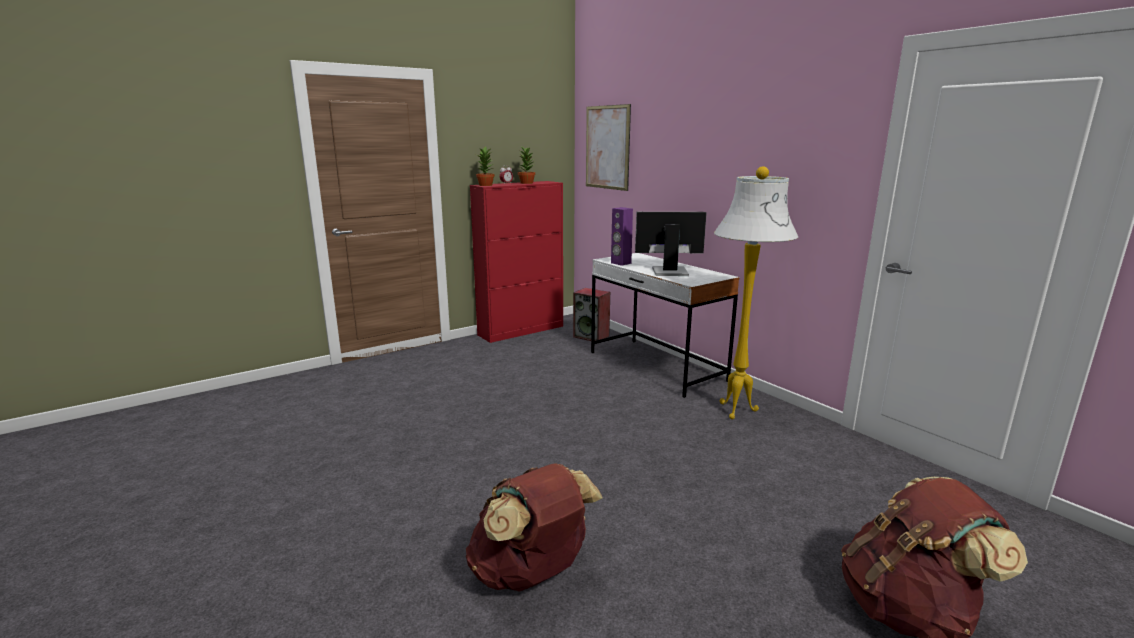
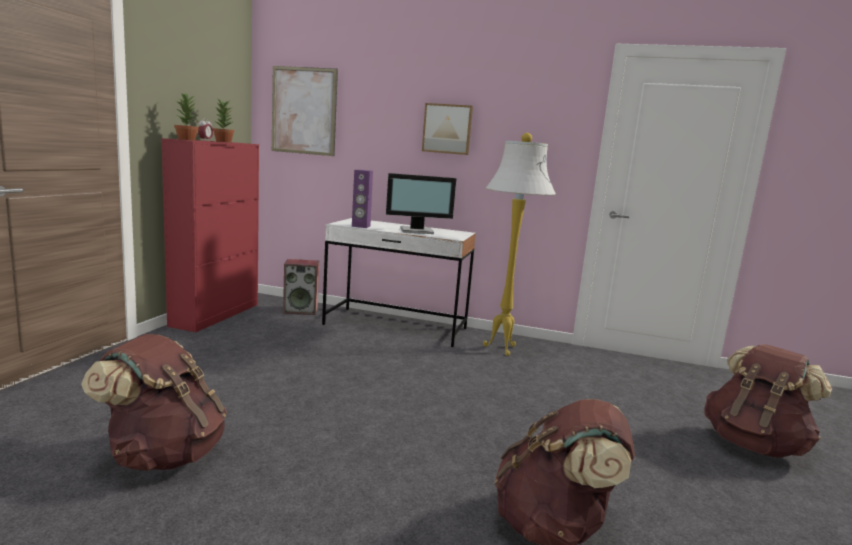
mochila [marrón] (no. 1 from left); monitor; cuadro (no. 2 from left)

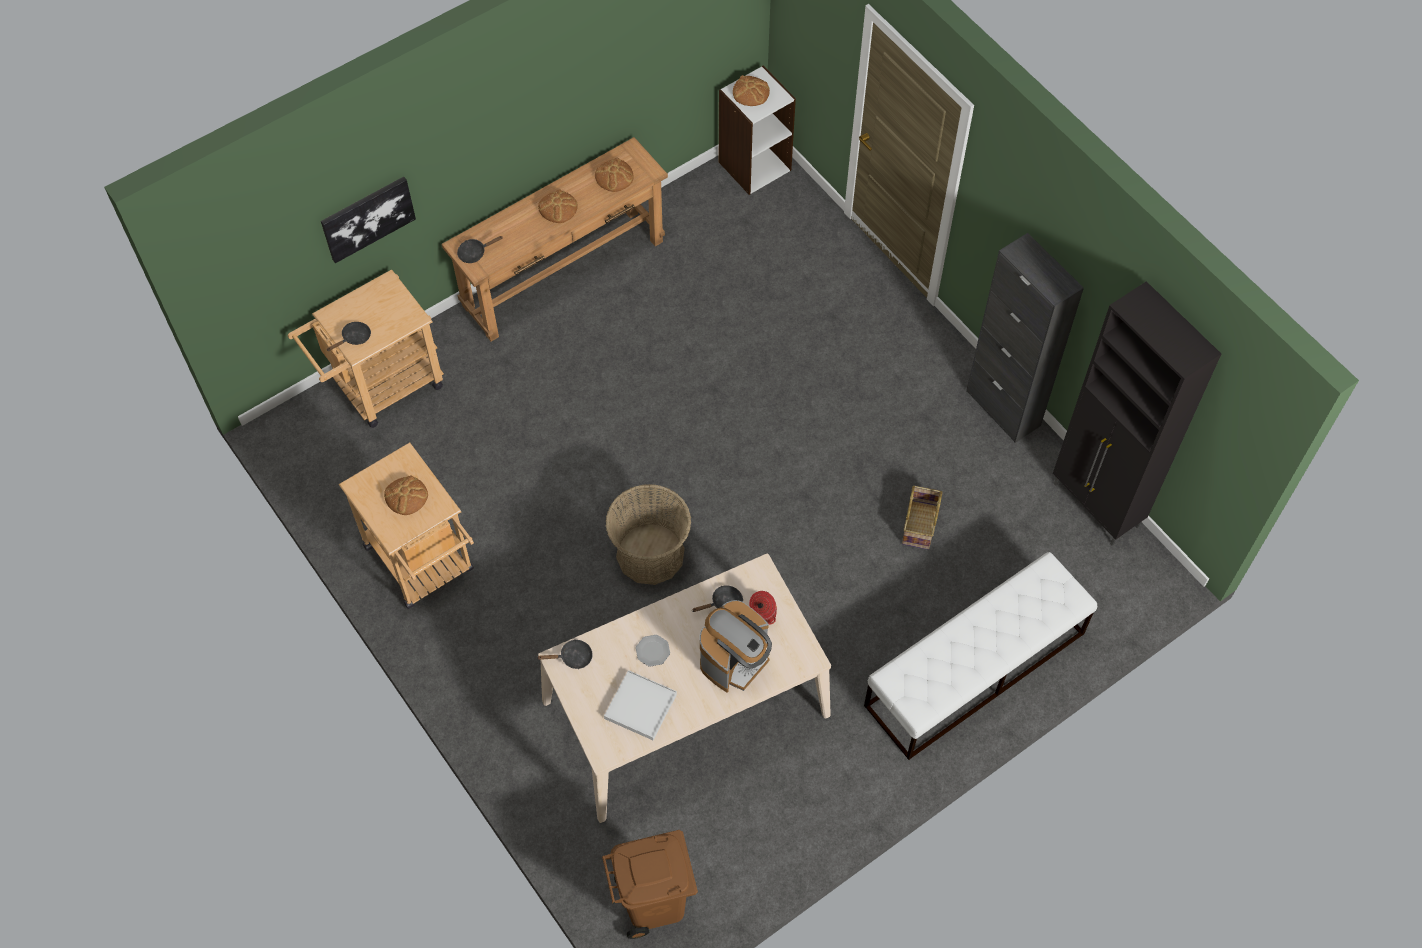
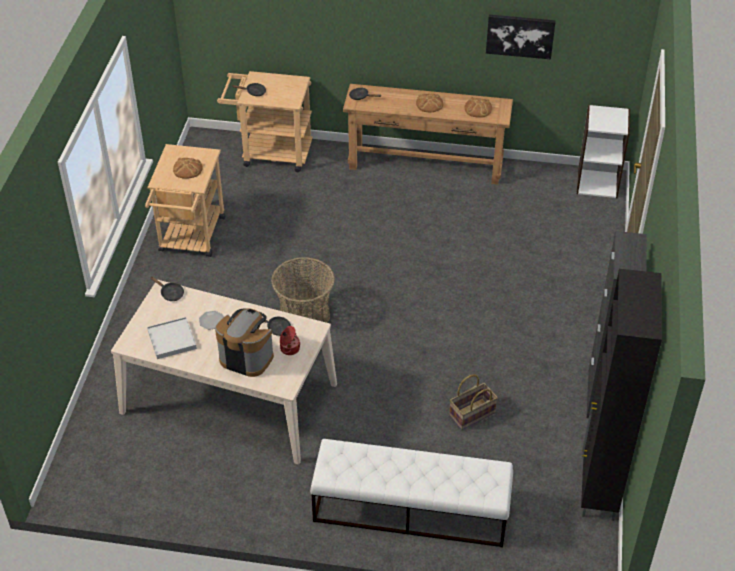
cafetera; cuadro; papelera [marrón]; pan (no. 4 from left in the first image)

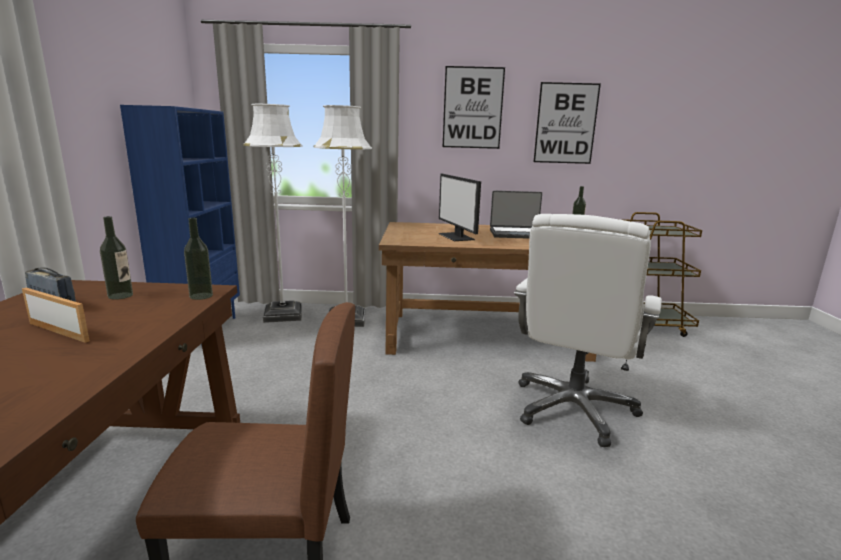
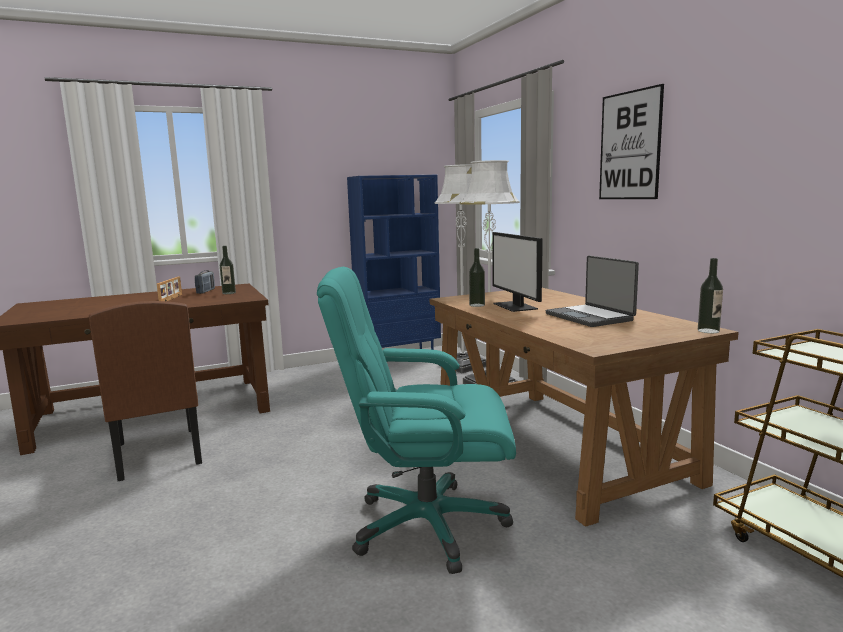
silla de oficina [turquesa]; botella (no. 2 from left); monitor; cuadro (no. 2 from left in the first image)

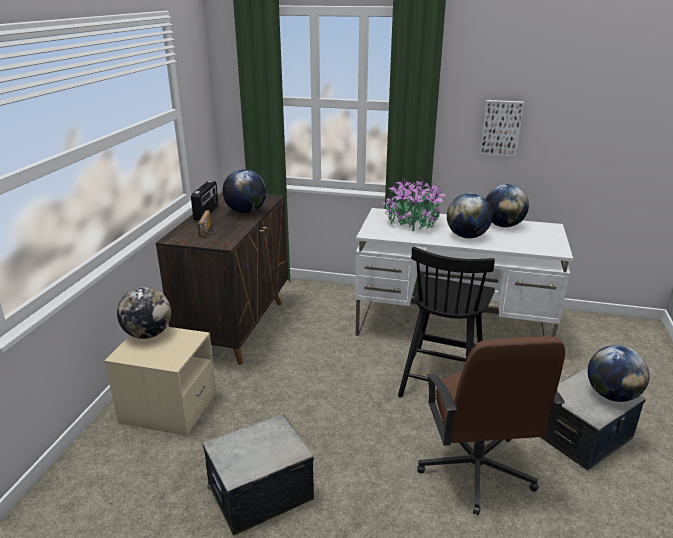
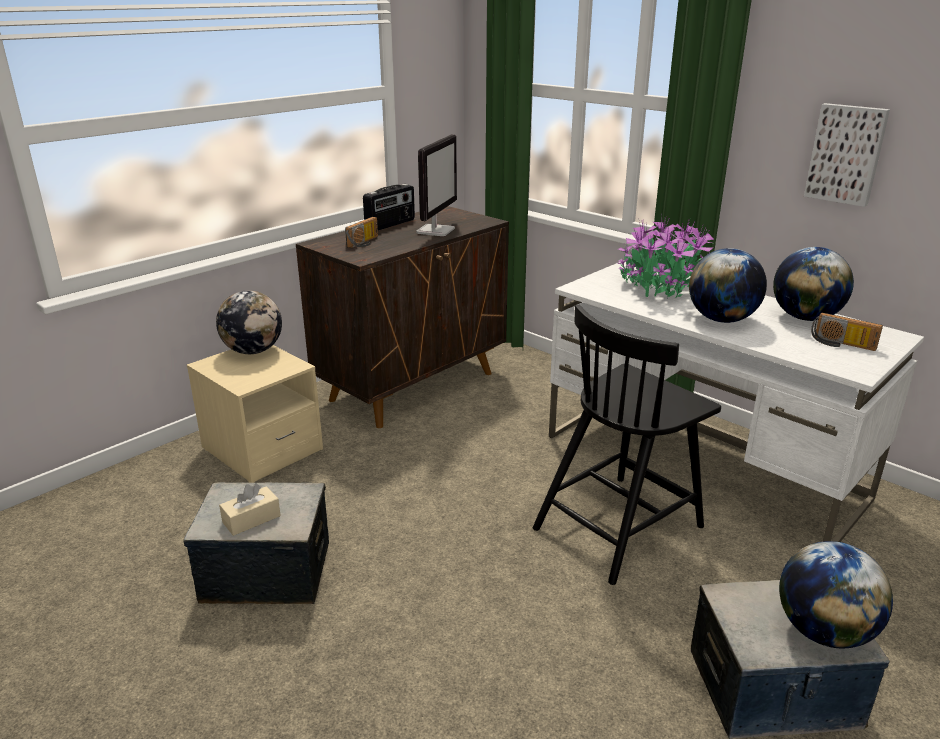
caja de pañuelos [beis]; monitor; radio (no. 3 from left); silla de oficina [marrón]

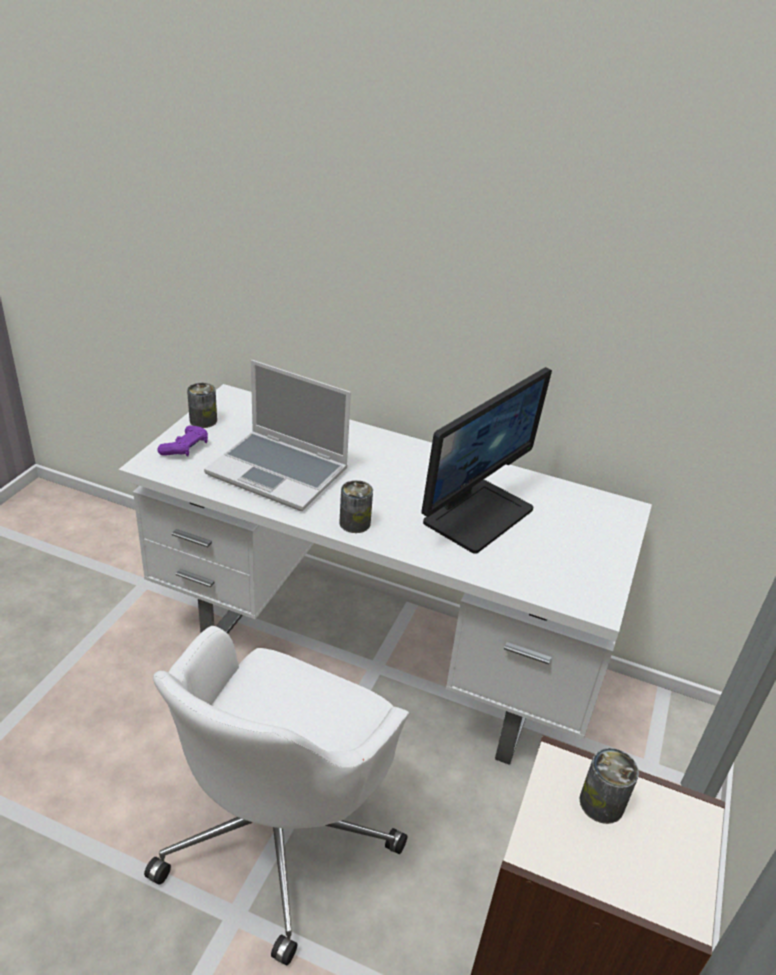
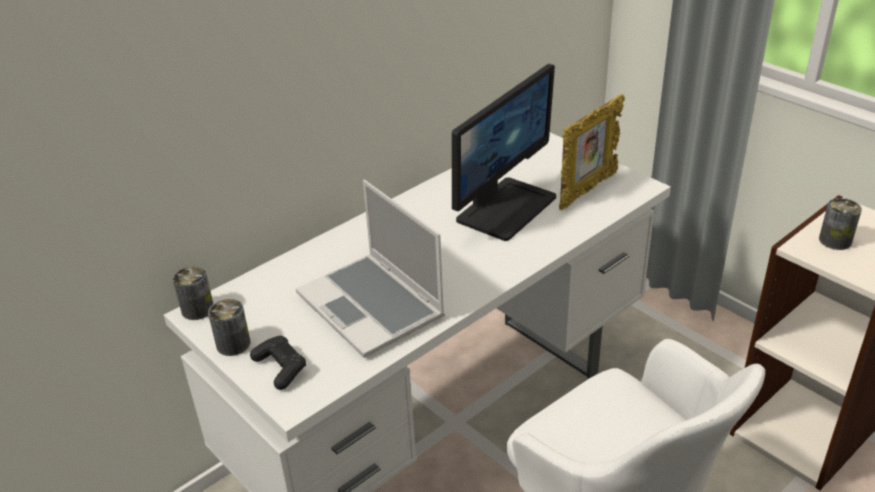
lata (no. 1 from left); mando de consola [negro]; portátil; monitor; portarretratos

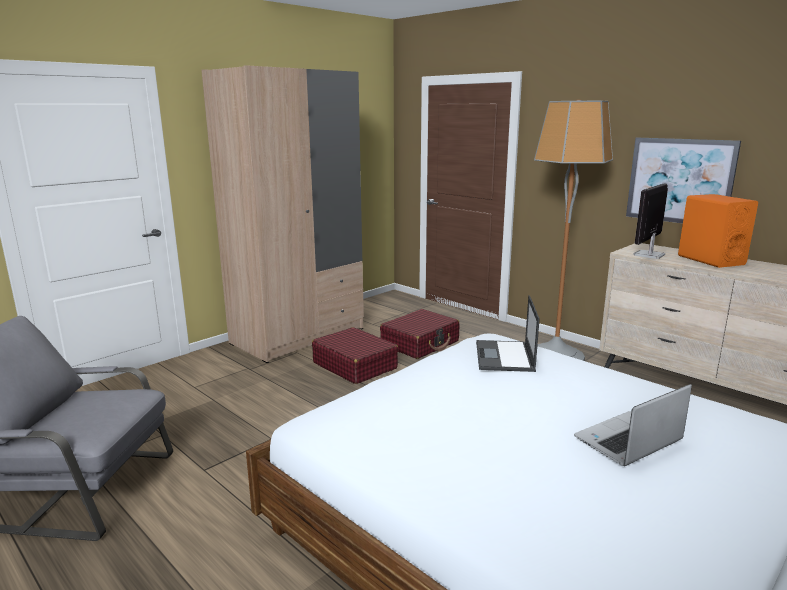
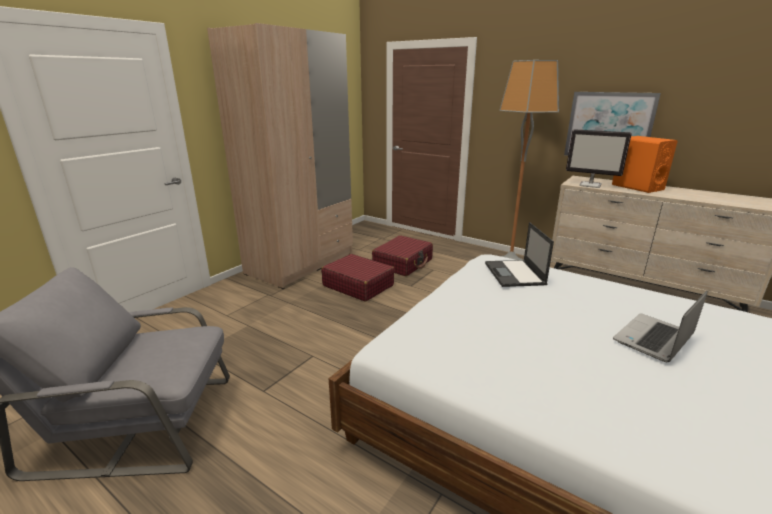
monitor

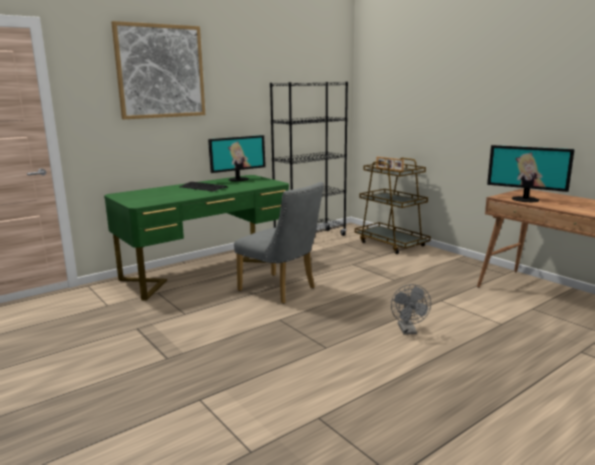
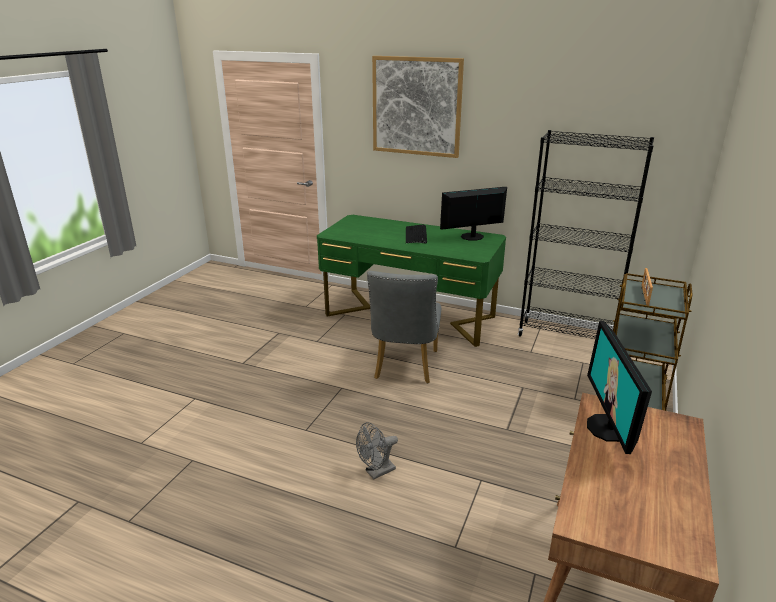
monitor (no. 1 from left)

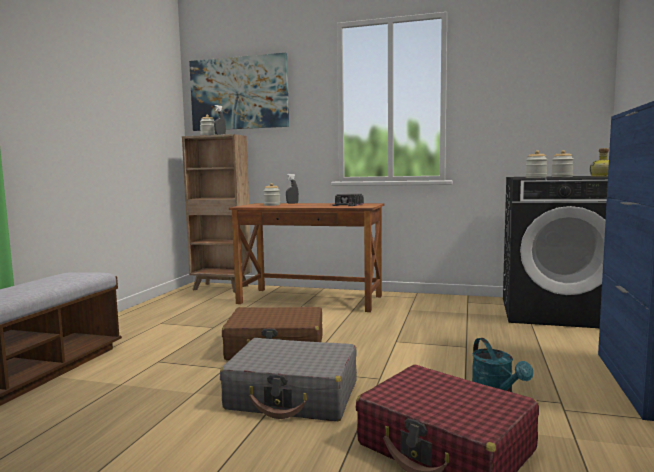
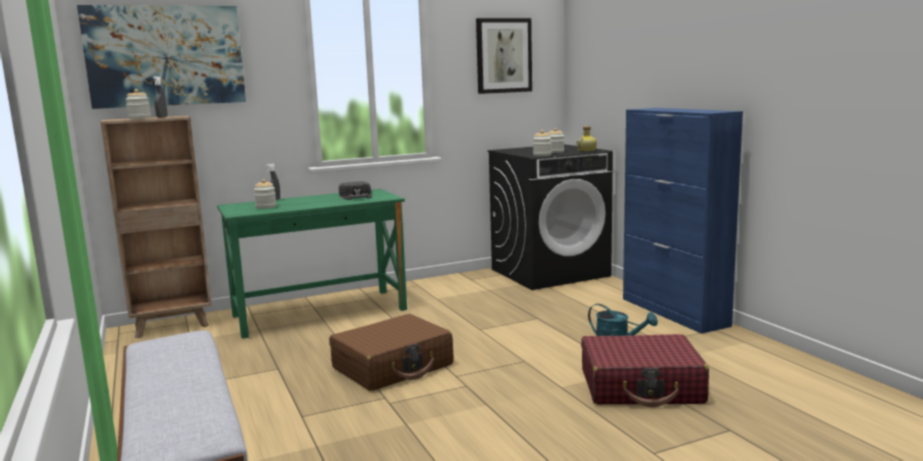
escritorio [verde]; cuadro (no. 2 from left); maleta [gris]

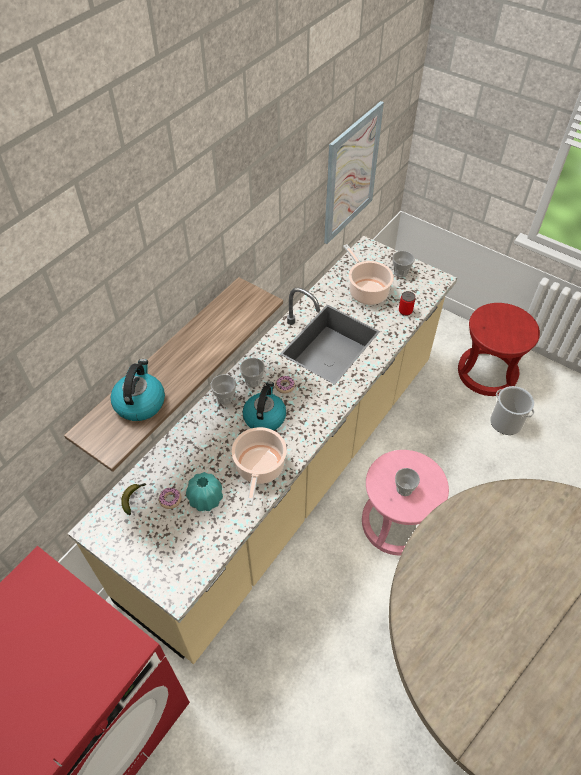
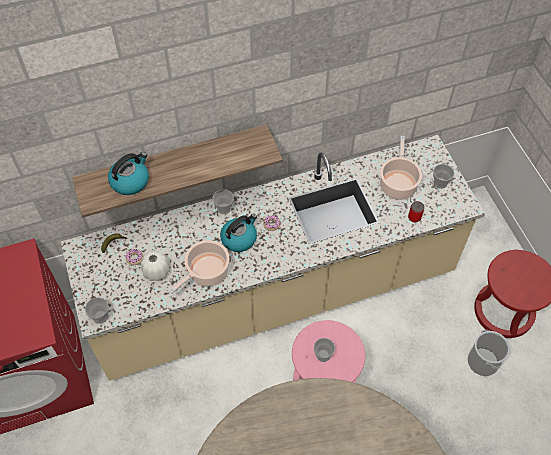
taza (no. 1 from left); florero [blanco]; cuadro

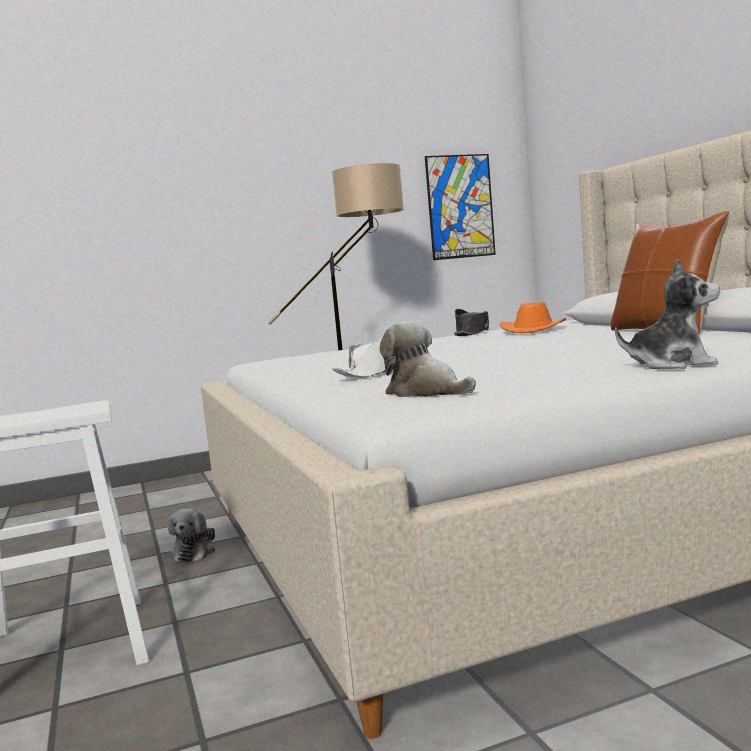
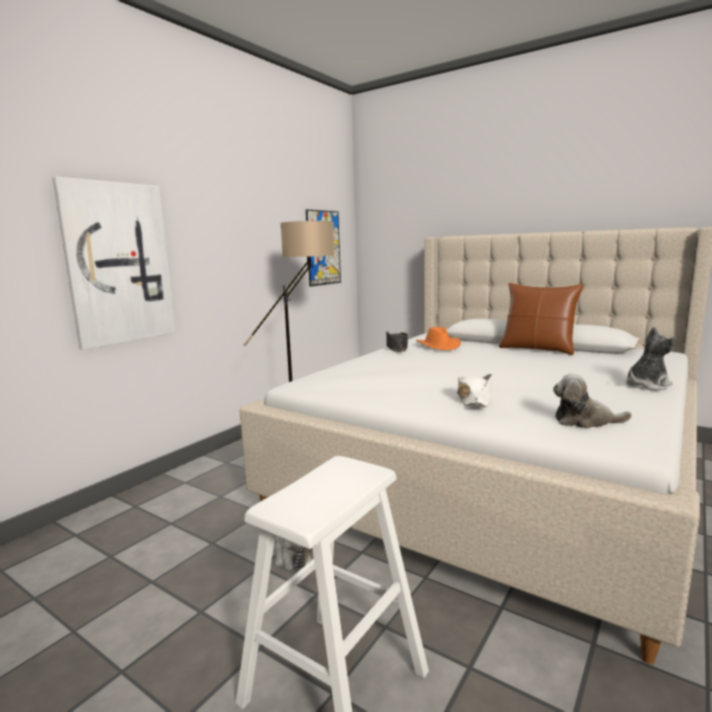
cuadro (no. 1 from left)

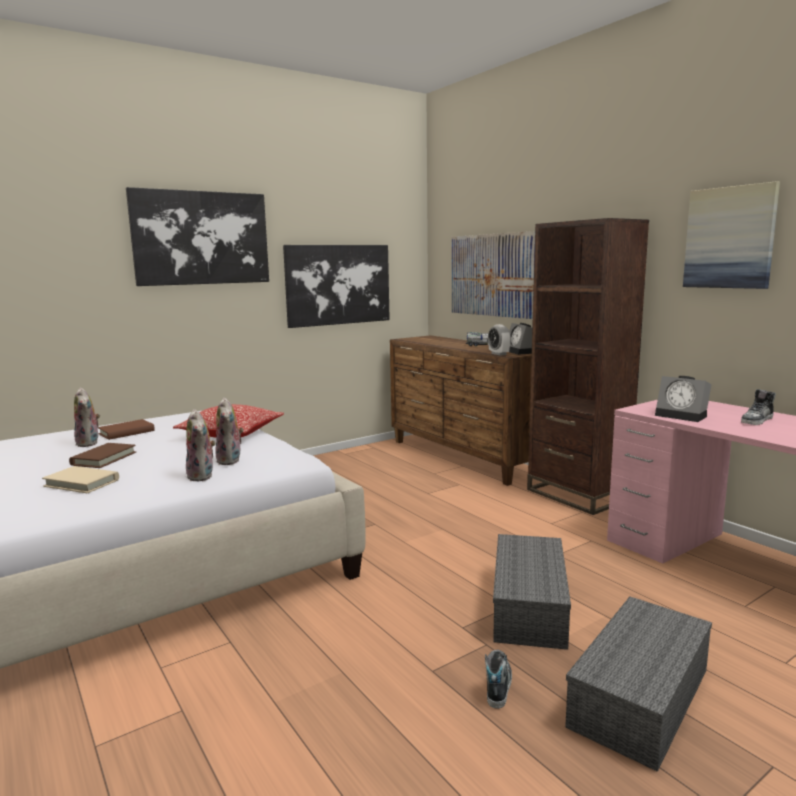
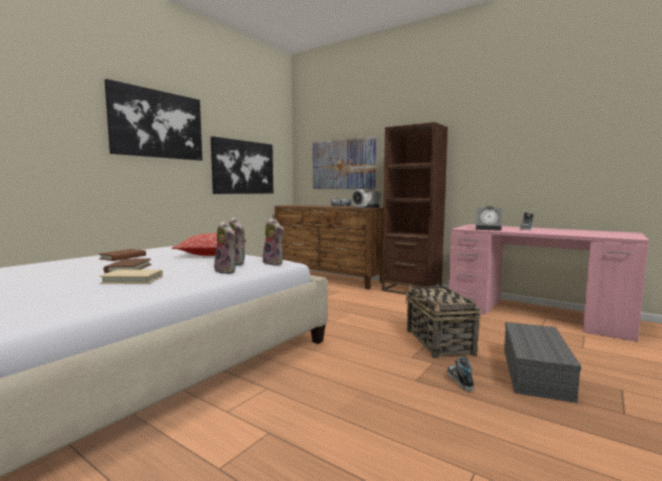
peluche (no. 3 from left); cesta; cuadro (no. 4 from left in the first image)

